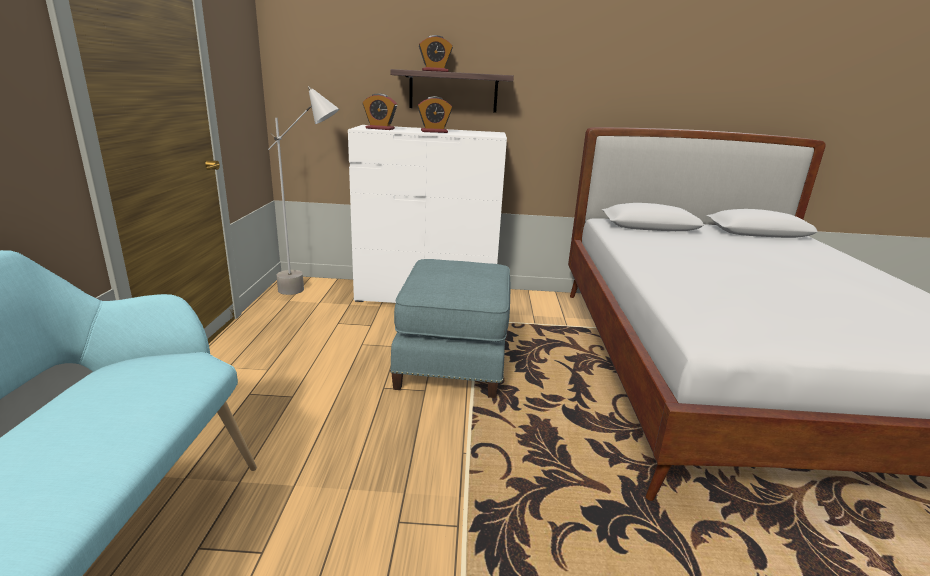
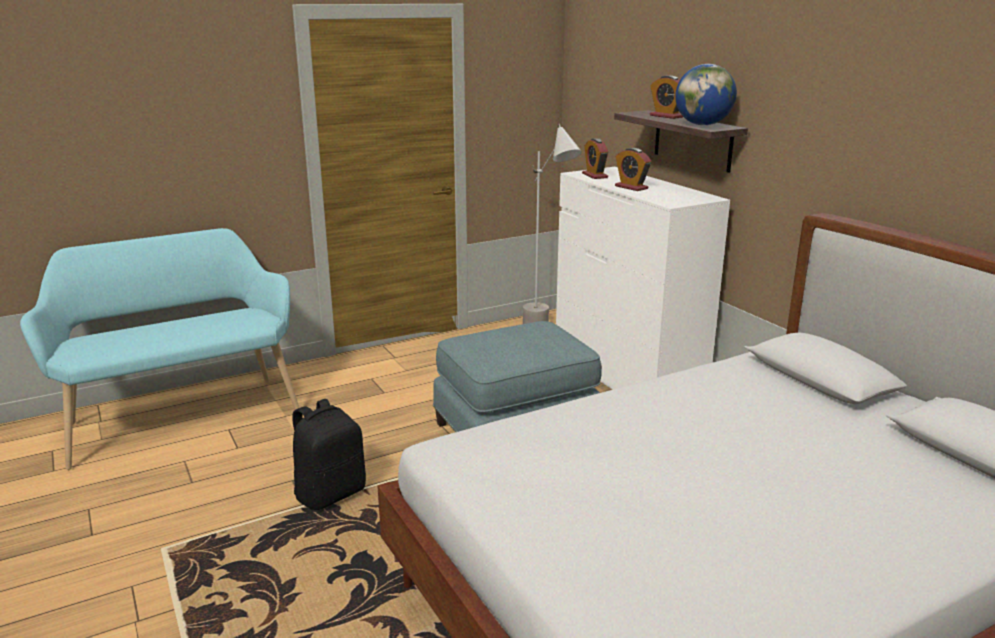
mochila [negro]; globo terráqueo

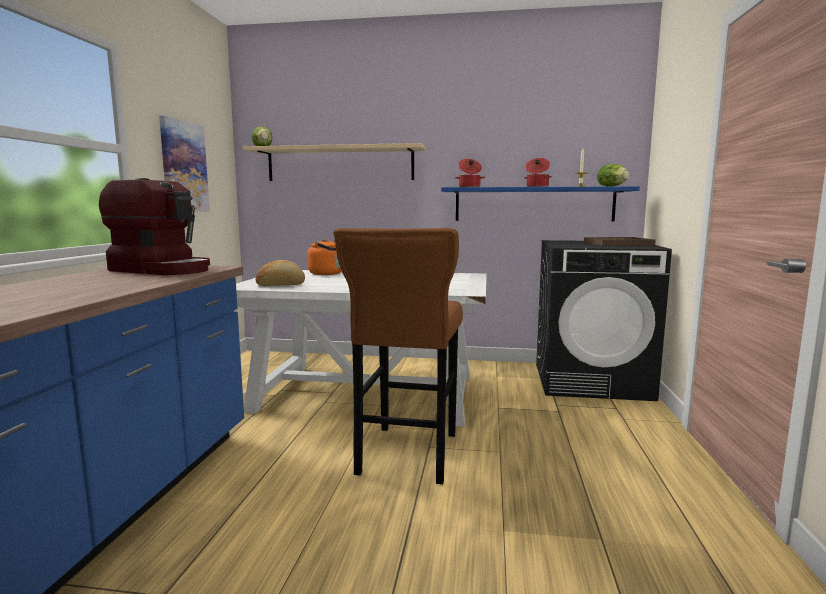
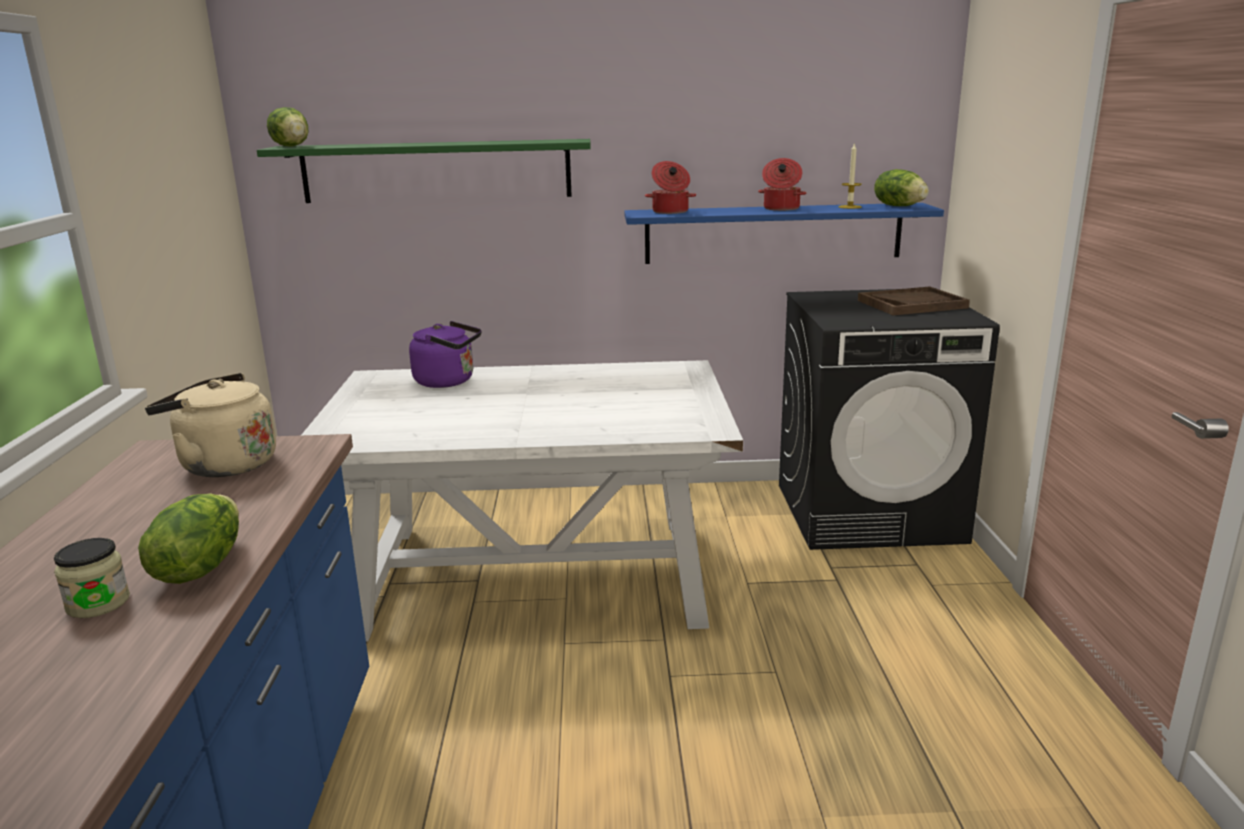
tarro; lechuga (no. 1 from left); hervidor [beis]; estante [verde]; hervidor [morado]; cuadro; pan; taburete [marrón]

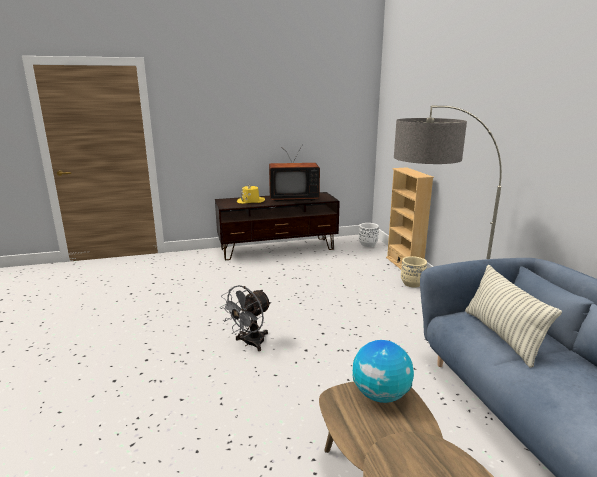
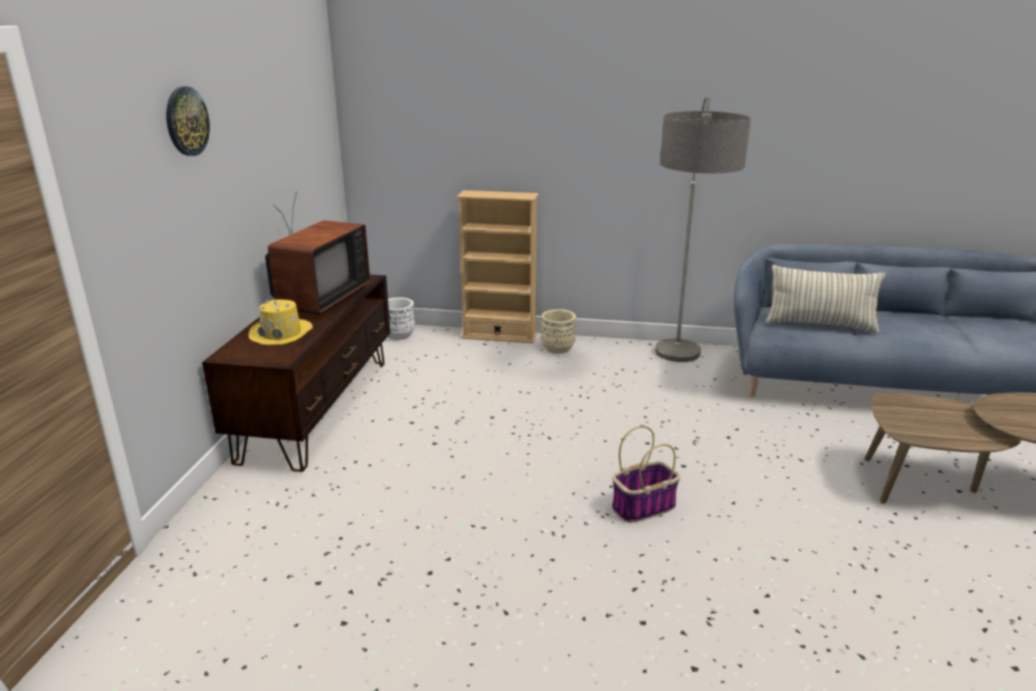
reloj de pared; cesta; globo terráqueo

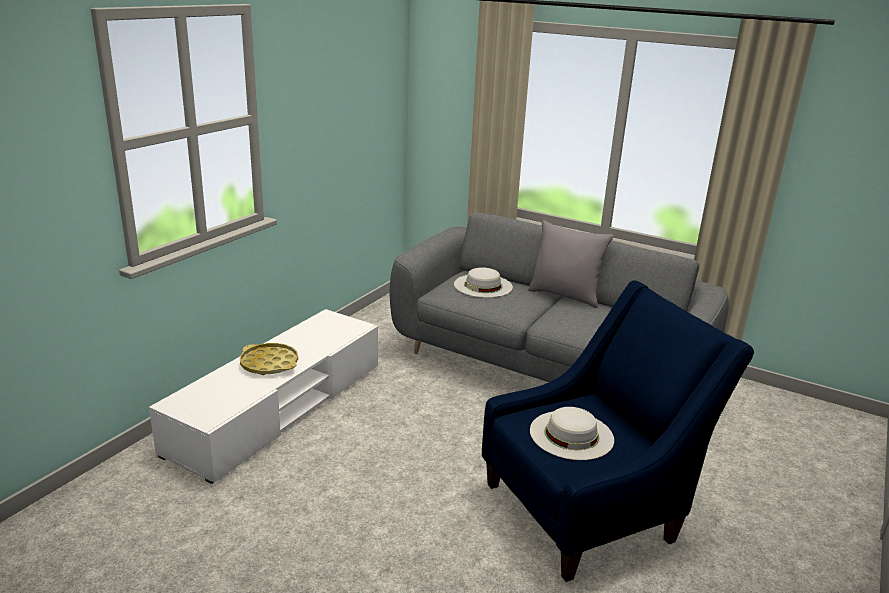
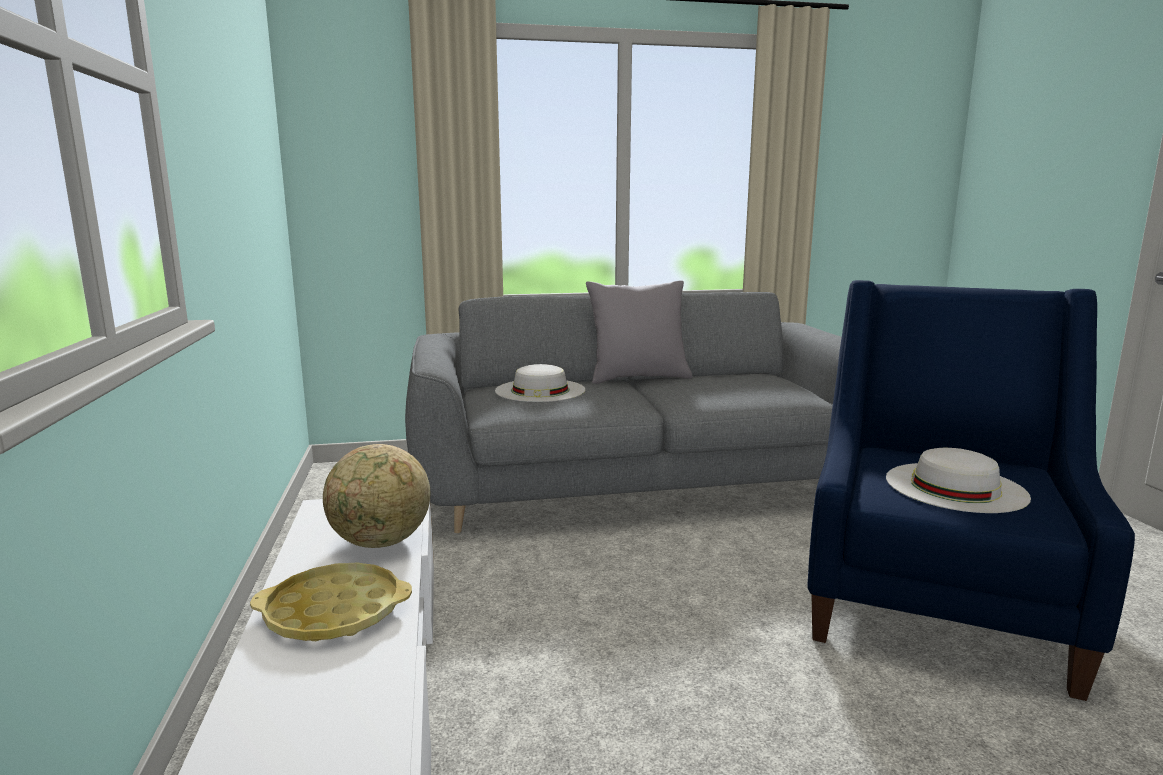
globo terráqueo

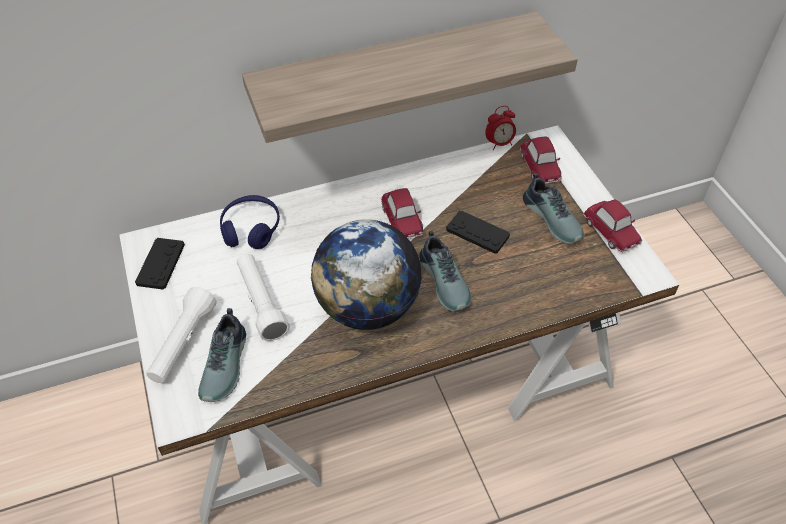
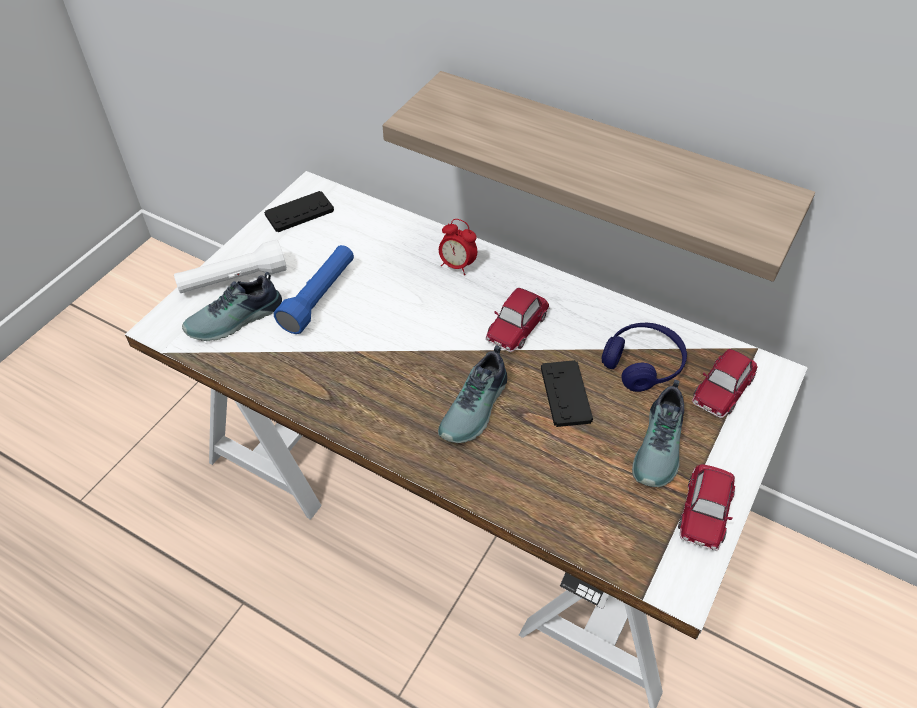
linterna [azul]; despertador; auriculares [azul]; globo terráqueo

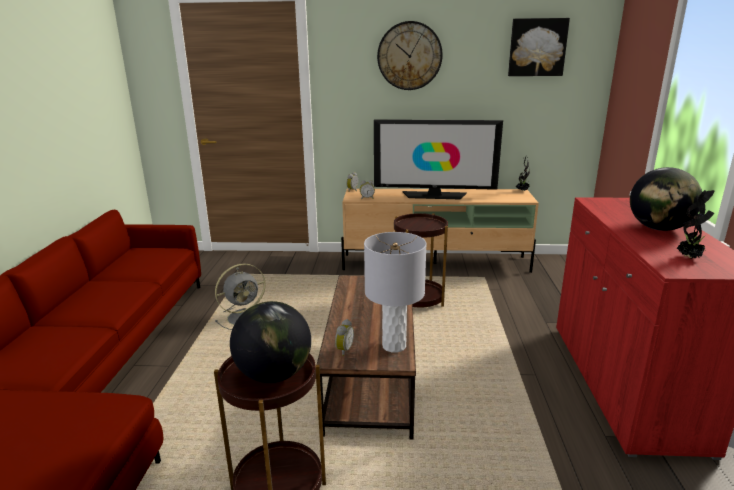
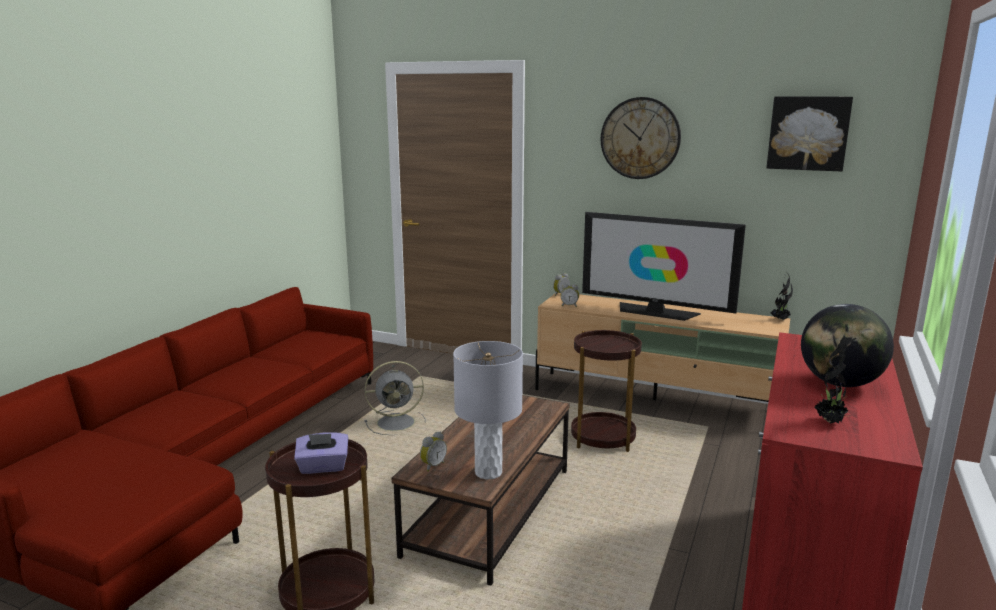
caja de pañuelos [morado]

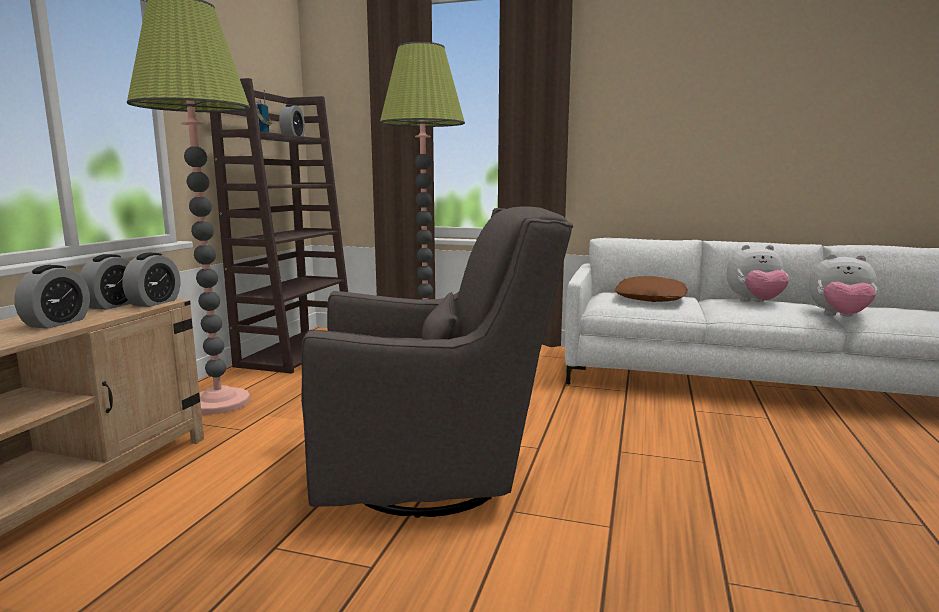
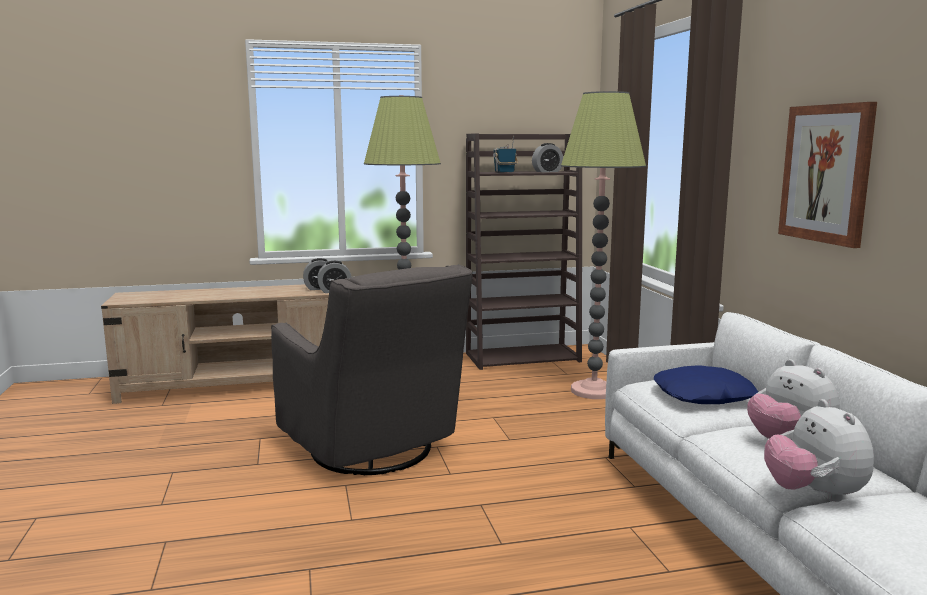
cojín [azul]; cuadro; despertador (no. 1 from left in the first image)

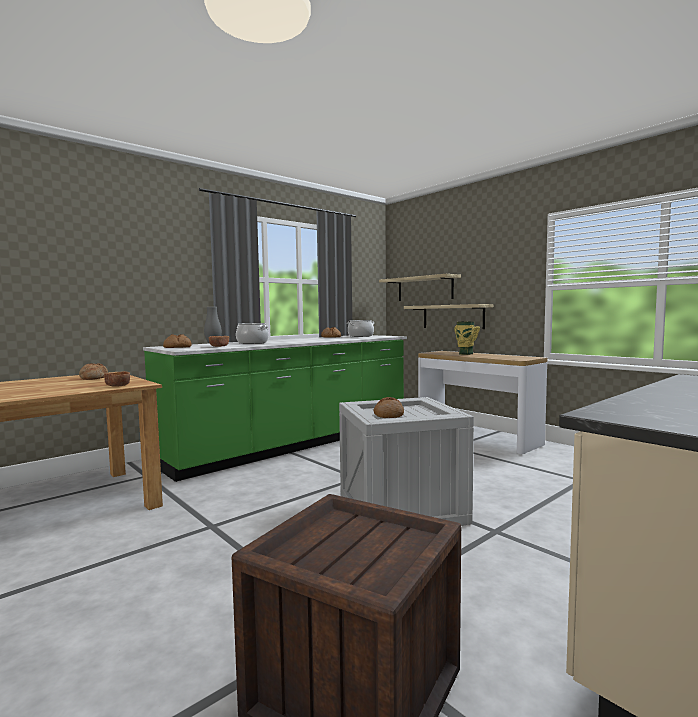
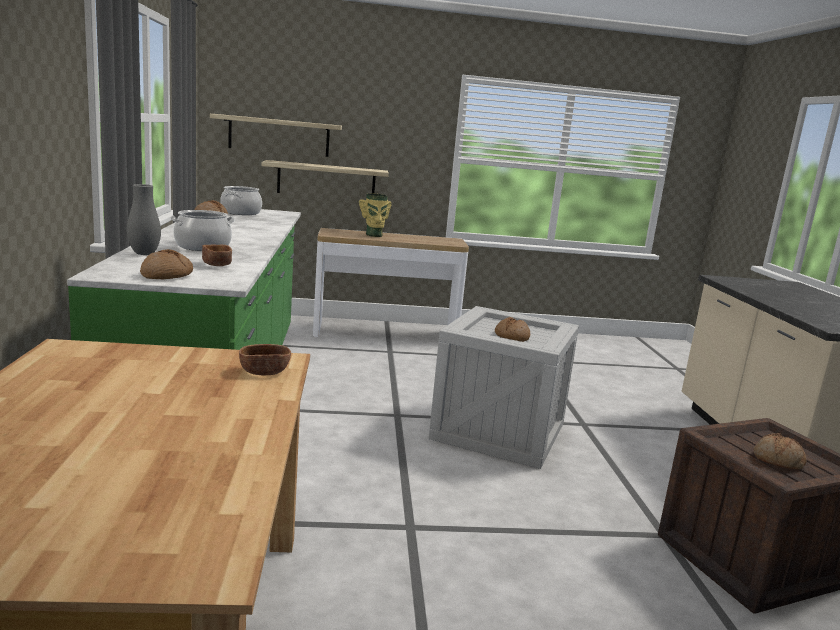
pan (no. 4 from left)

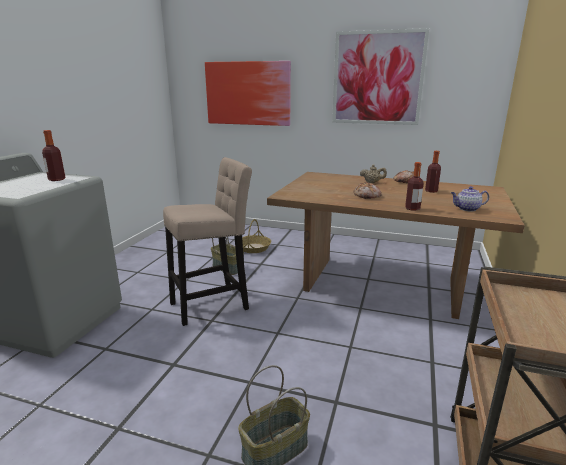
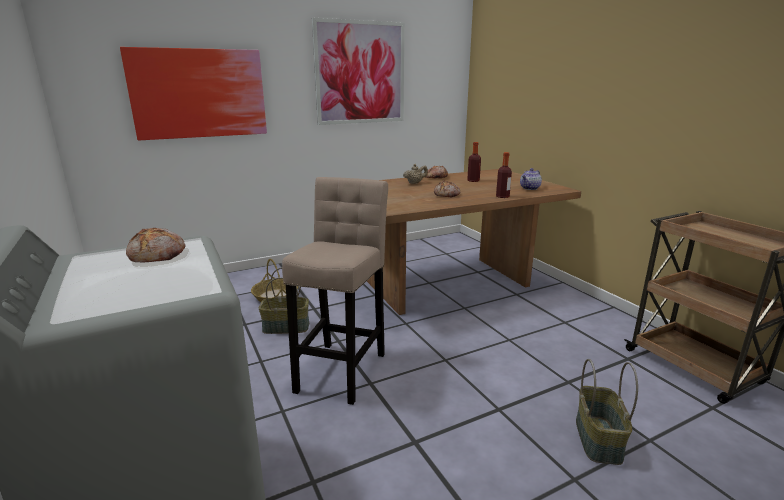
pan (no. 1 from left)

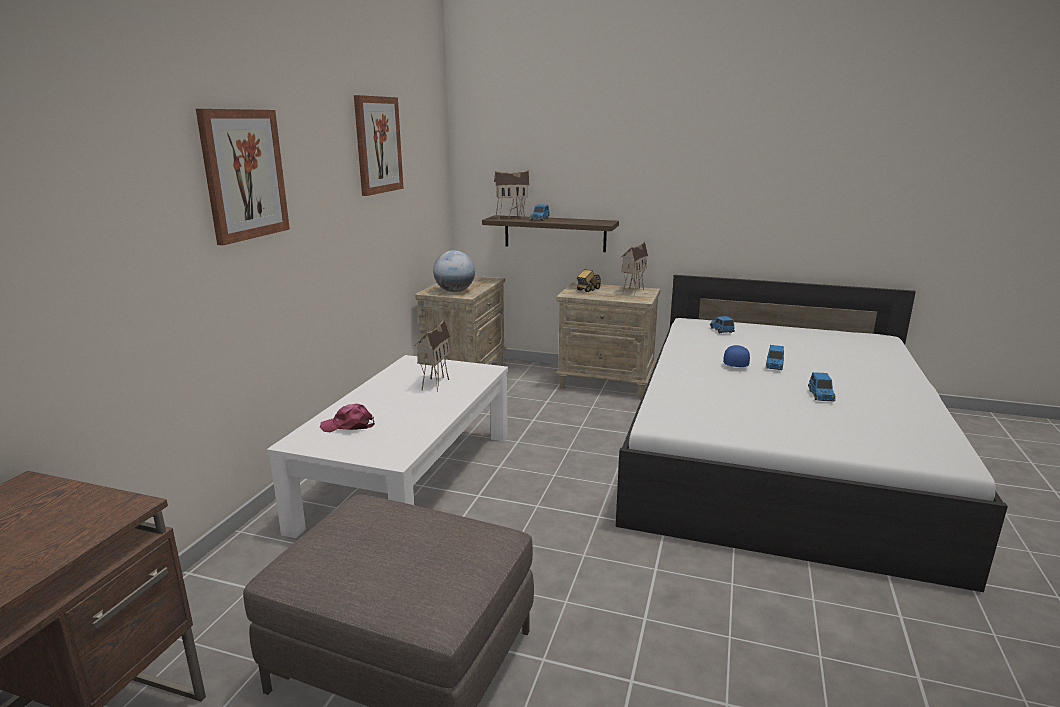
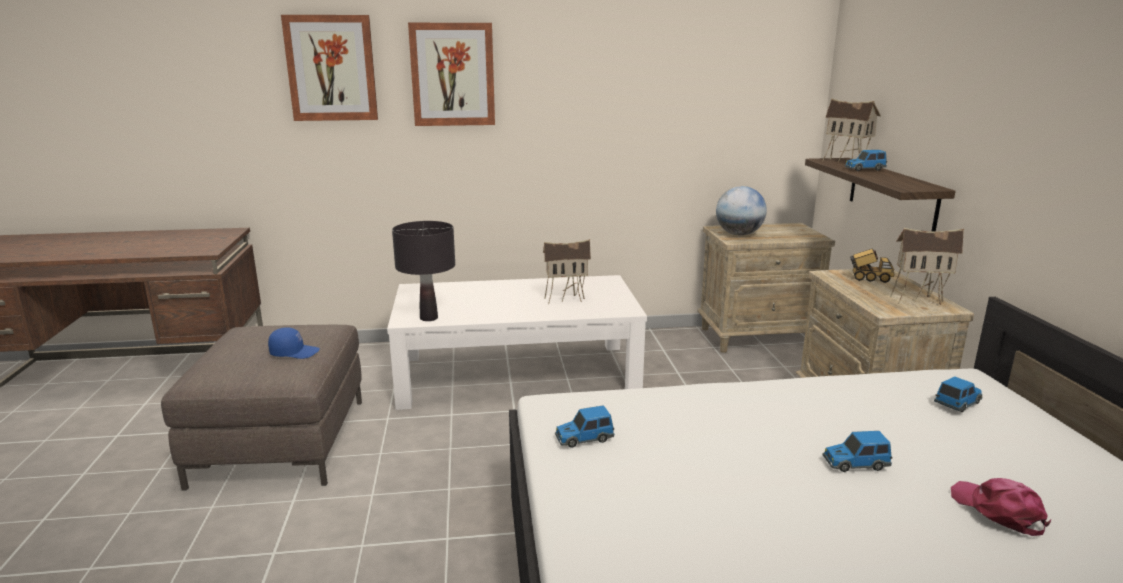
gorra [azul]; cuadro (no. 1 from left); lámpara de mesa [negro]; coche de juguete (no. 1 from left); gorra [rosa]

